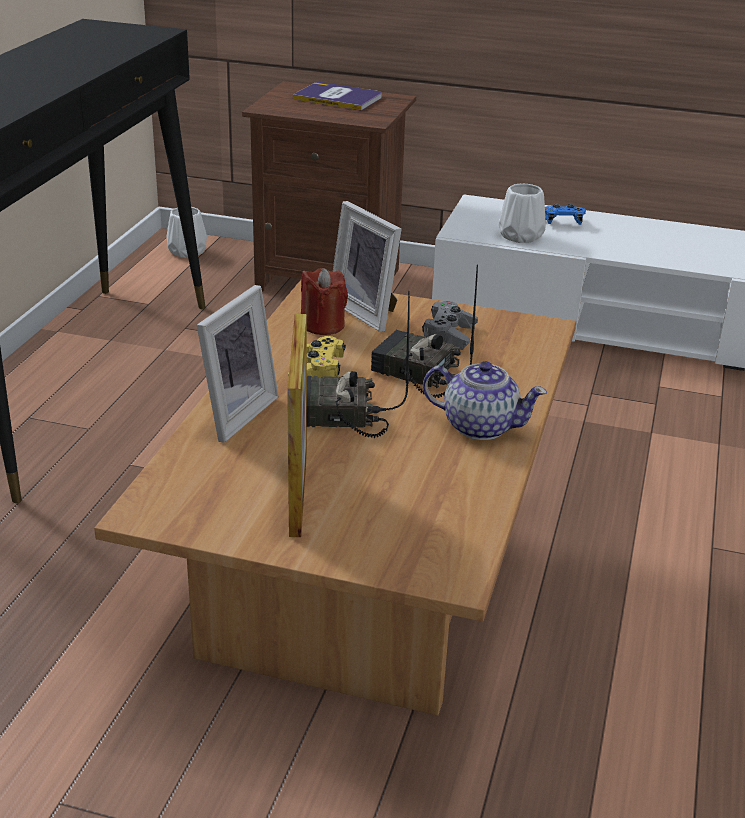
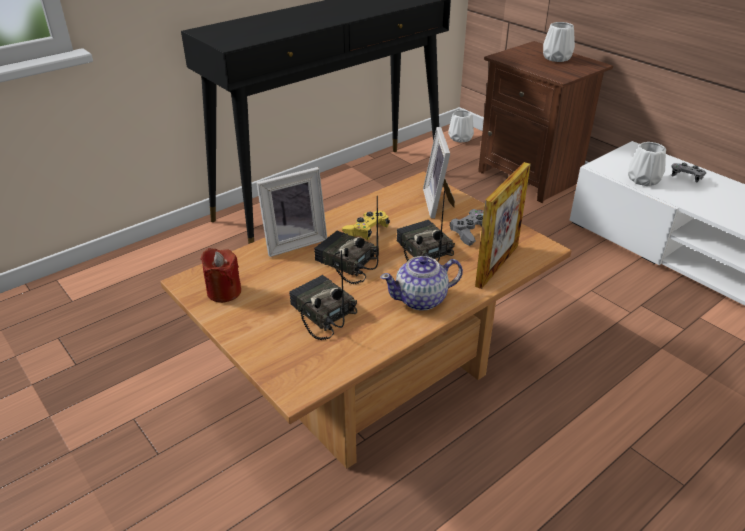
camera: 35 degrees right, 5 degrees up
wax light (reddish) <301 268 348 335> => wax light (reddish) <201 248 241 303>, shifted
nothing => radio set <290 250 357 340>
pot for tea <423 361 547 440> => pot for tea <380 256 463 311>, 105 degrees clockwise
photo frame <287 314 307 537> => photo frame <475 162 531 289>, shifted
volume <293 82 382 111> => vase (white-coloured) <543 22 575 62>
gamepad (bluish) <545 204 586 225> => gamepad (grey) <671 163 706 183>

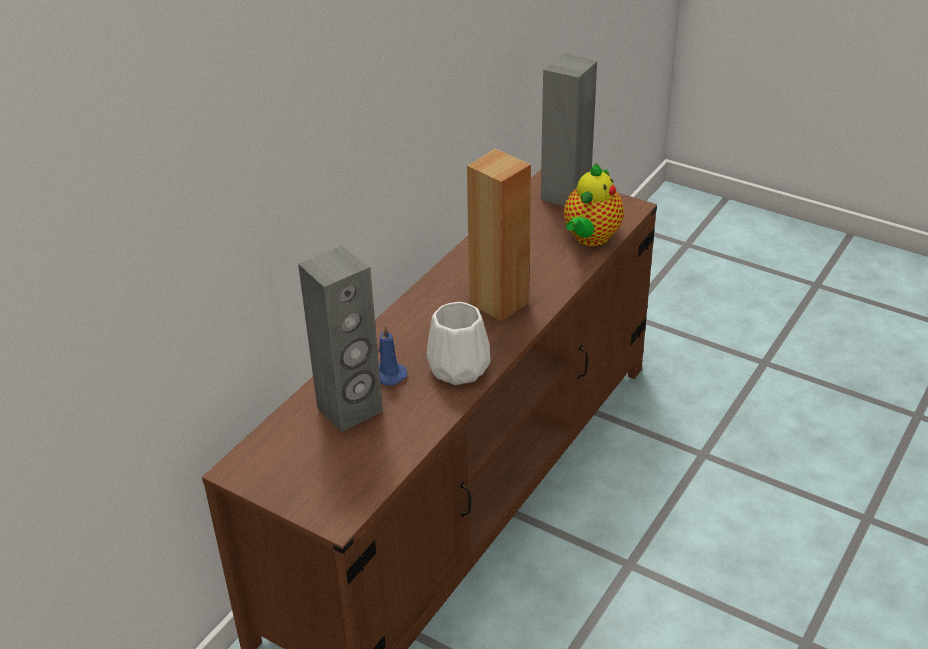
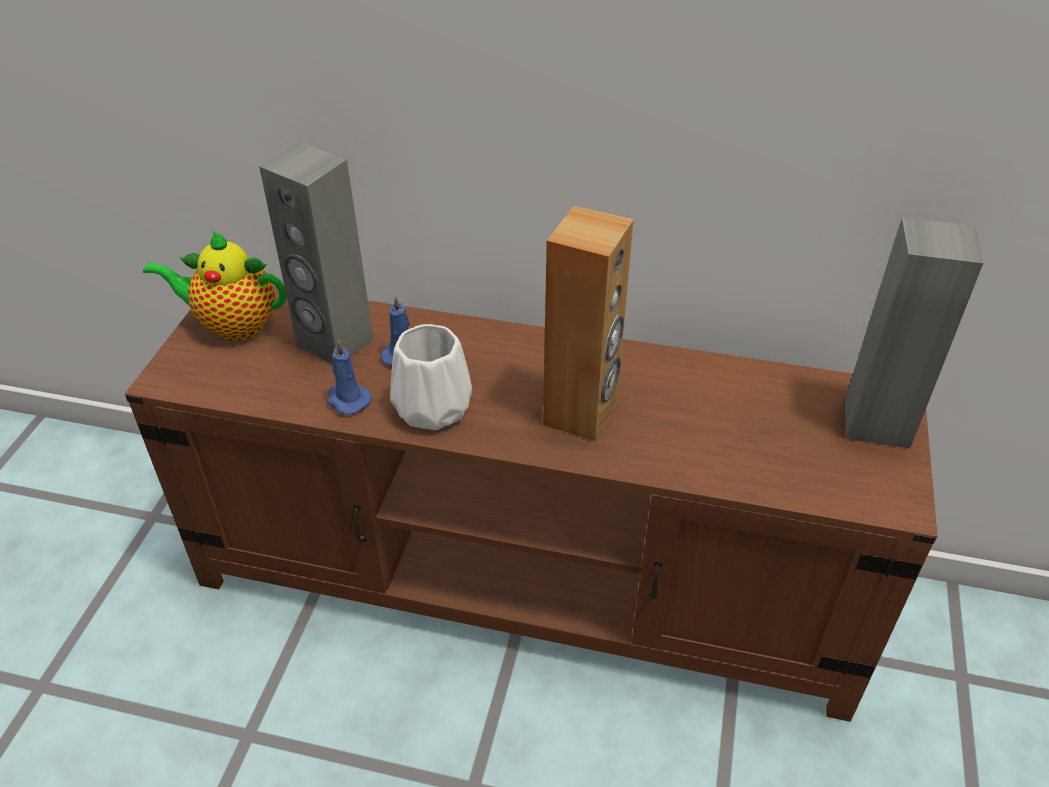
camera: 70 degrees right, 5 degrees up
pot for tea <564 163 624 246> => pot for tea <143 230 286 341>, shifted
nothing => wax light (bluish) <327 339 372 415>

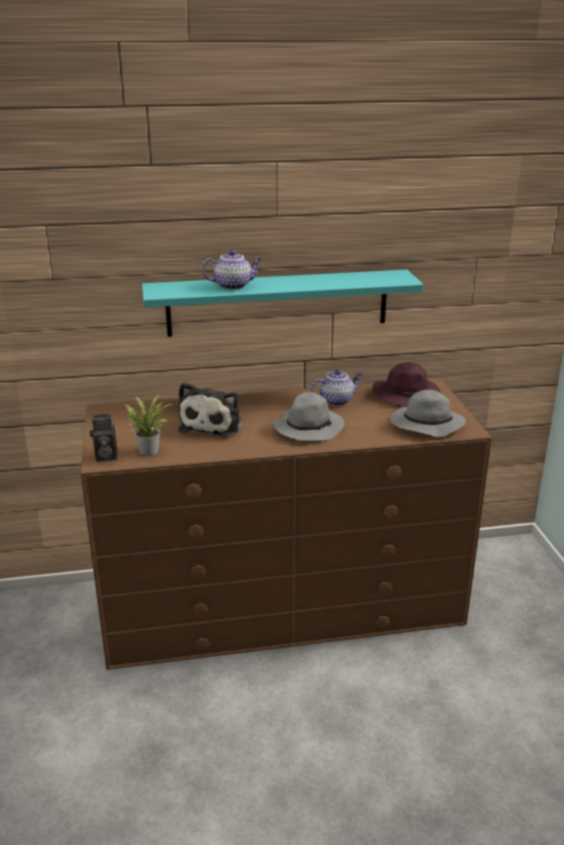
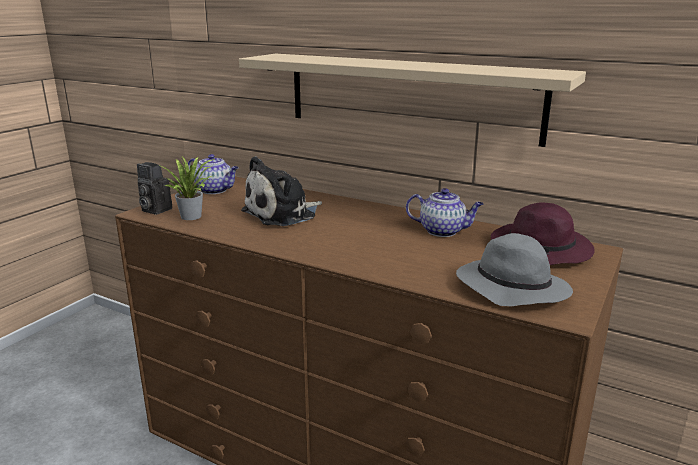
camera: 40 degrees right, 5 degrees down
pot for tea <202 250 263 290> => pot for tea <188 154 239 194>, shifted
bracket shelf (turquoise-coloured) <142 270 424 337> => bracket shelf (beige) <239 54 586 147>
wearable hat (grey) <273 392 344 441> => nothing

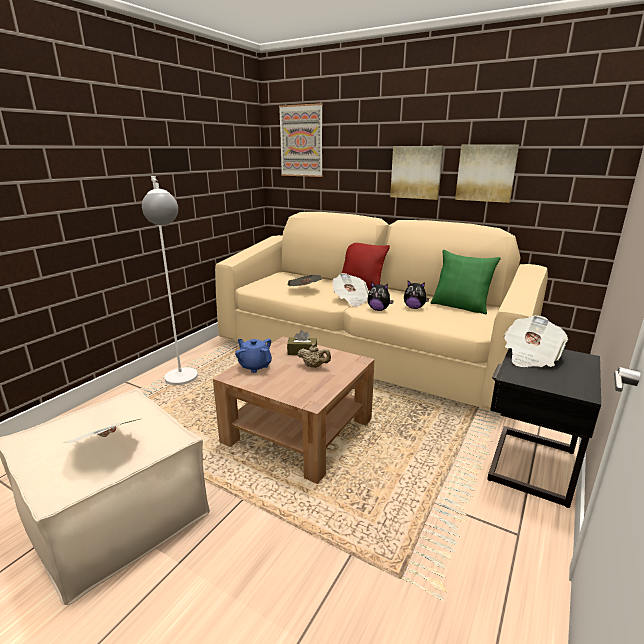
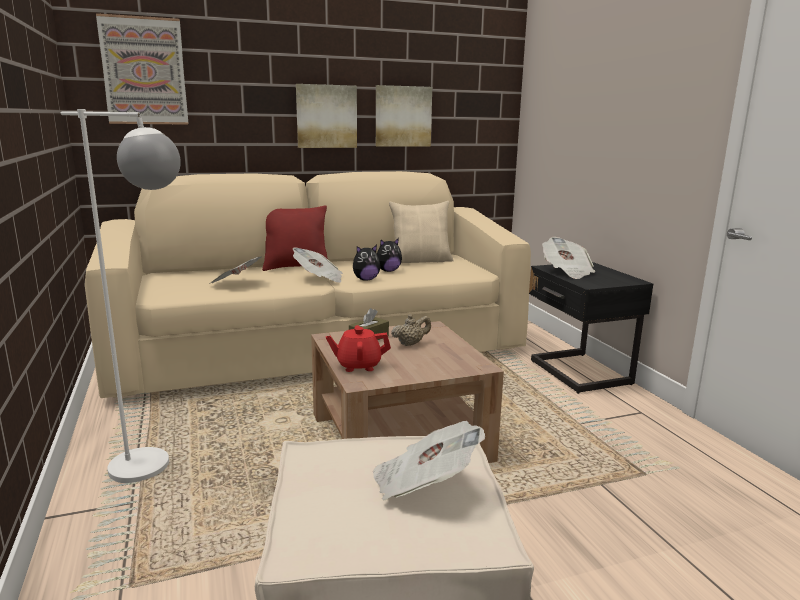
camera: 50 degrees left, 5 degrees down
pot for tea (bluish) <235 338 272 373> => pot for tea (reddish) <326 325 391 372>
cushion (greenish) <431 250 501 314> => cushion (beige) <389 201 454 263>

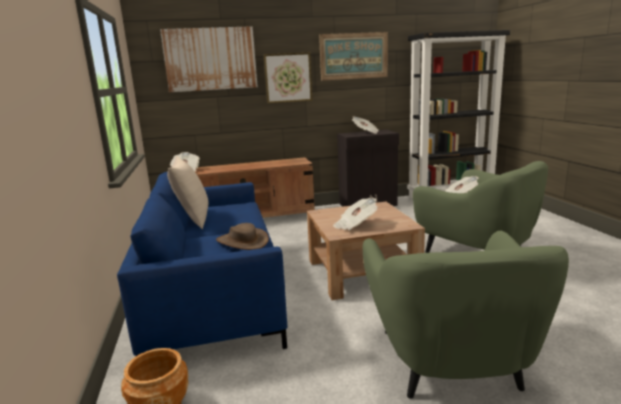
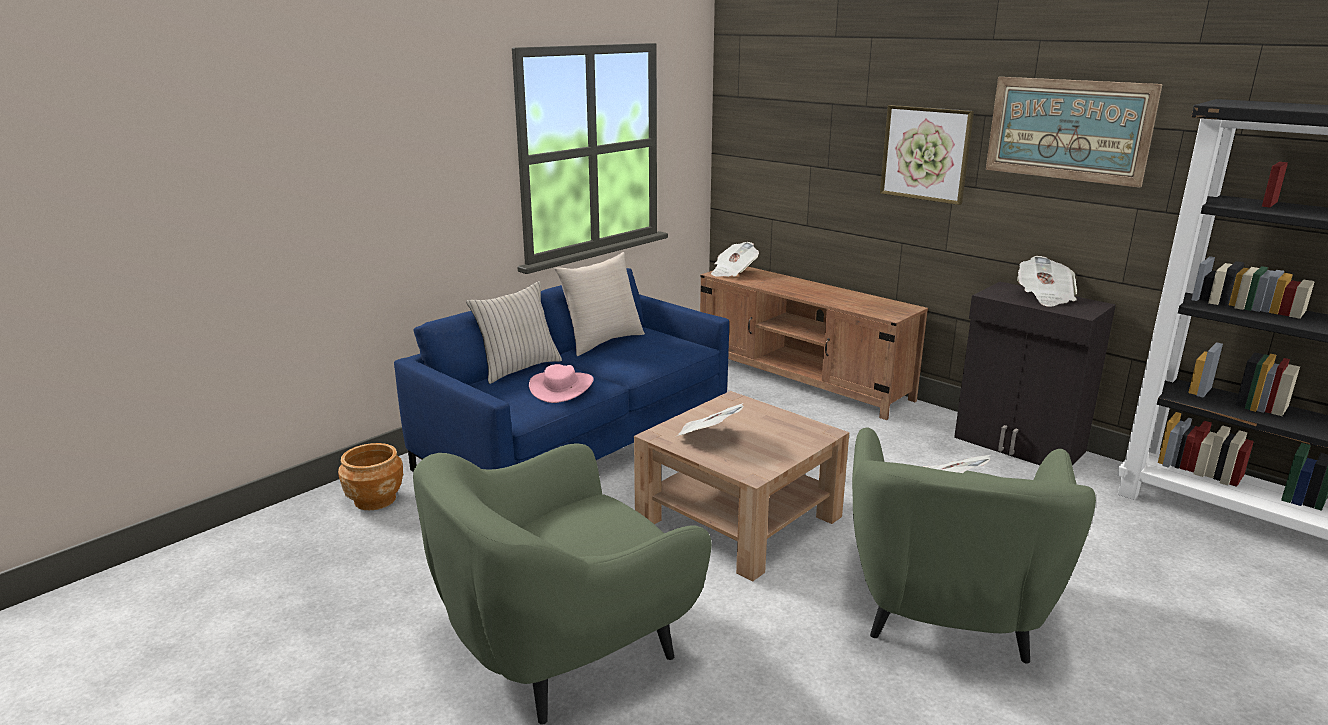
camera: 55 degrees right, 5 degrees up
nothing => cushion (beige) <466 281 562 384>
wearable hat (brownish) <216 223 269 250> => wearable hat (pinkish) <529 364 594 403>
wall art <160 26 258 92> => nothing

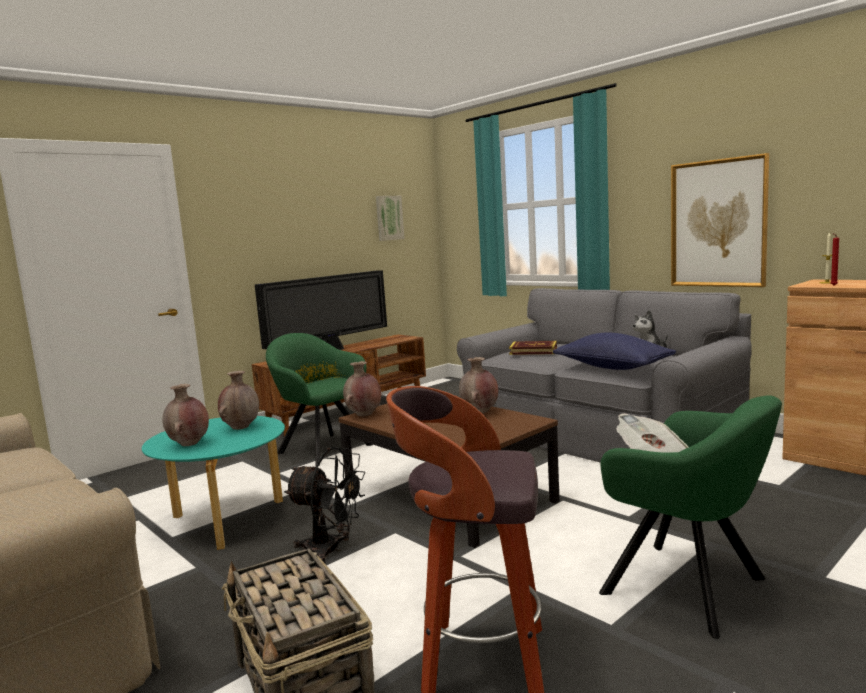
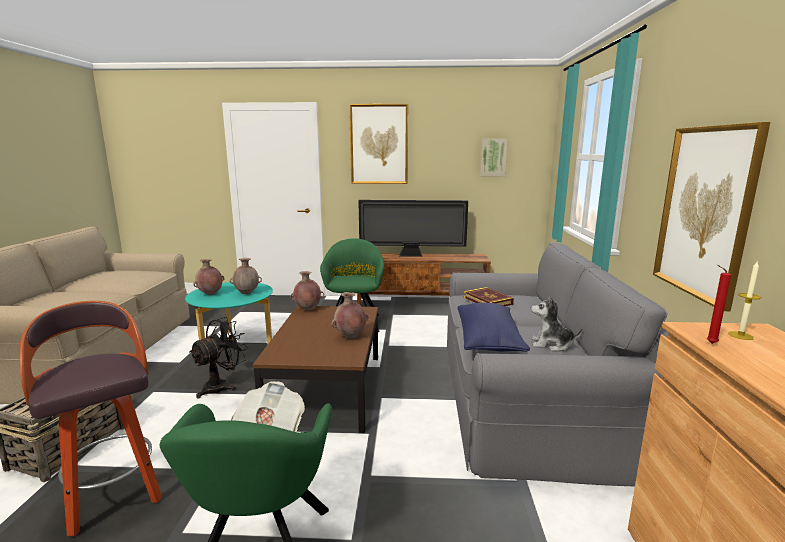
camera: 45 degrees right, 5 degrees up
fan (black) <284 447 366 563> => fan (black) <189 317 248 398>, 120 degrees counterclockwise
nothing => wall art <349 104 408 184>

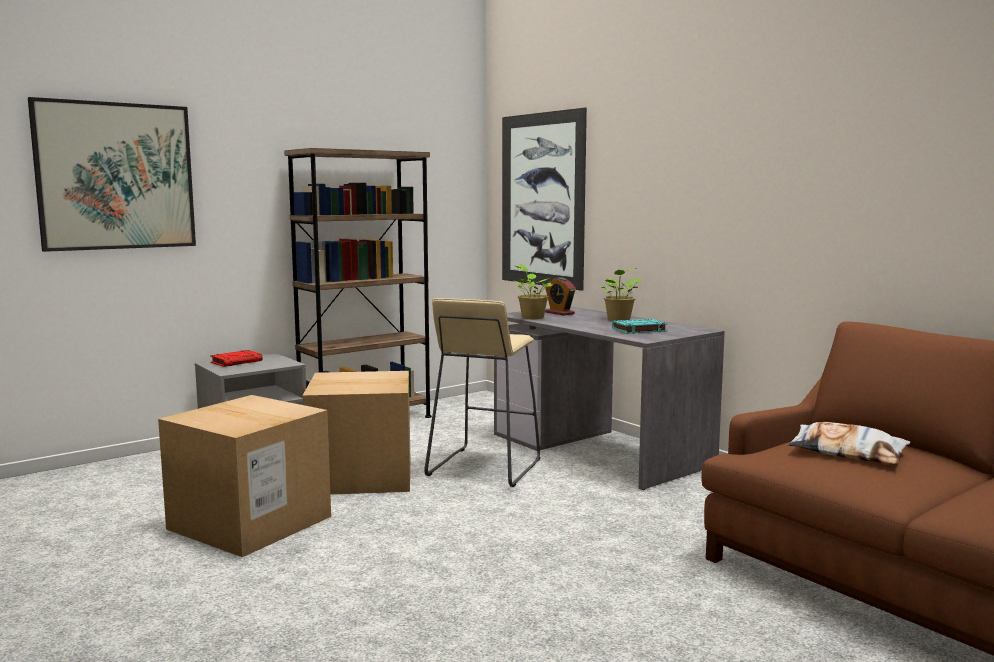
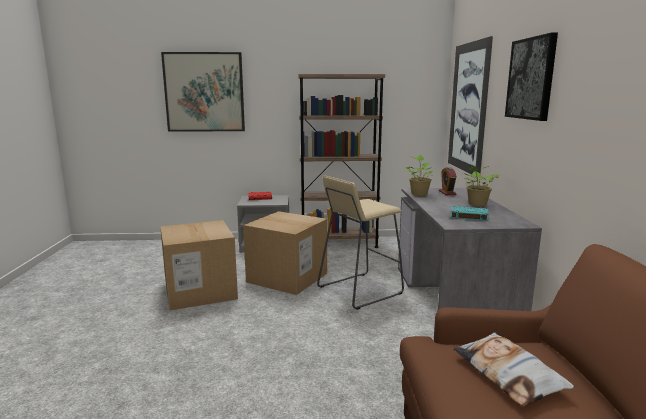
camera: 35 degrees right, 5 degrees up
nothing => wall art <505 32 558 121>

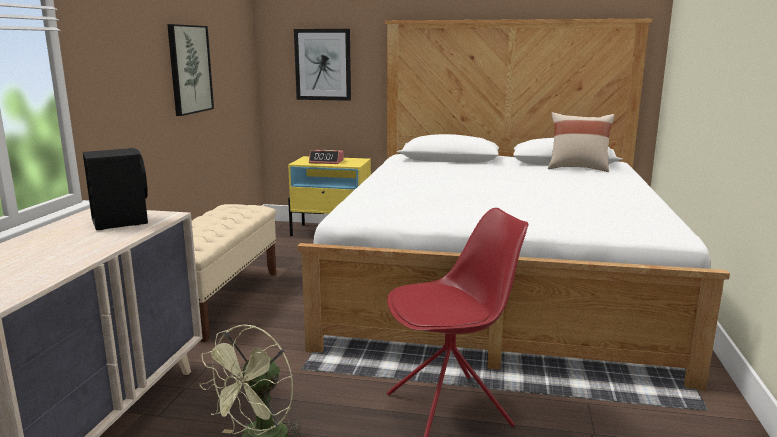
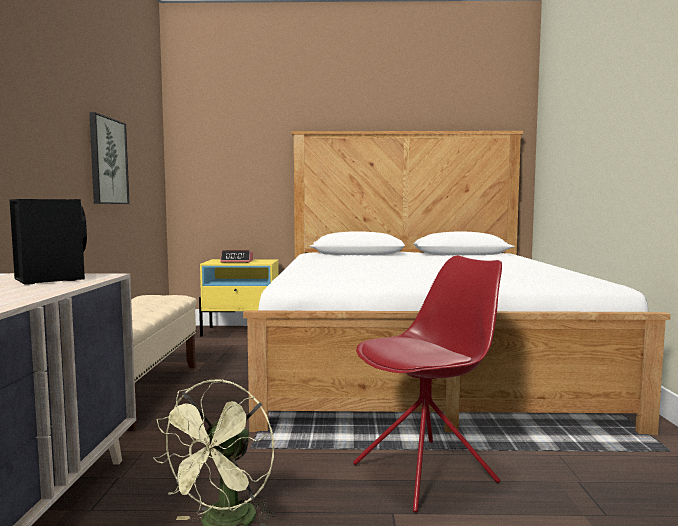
camera: 10 degrees left, 10 degrees down
wall art <294 29 351 101> => nothing
cushion (beige) <548 112 615 172> => nothing

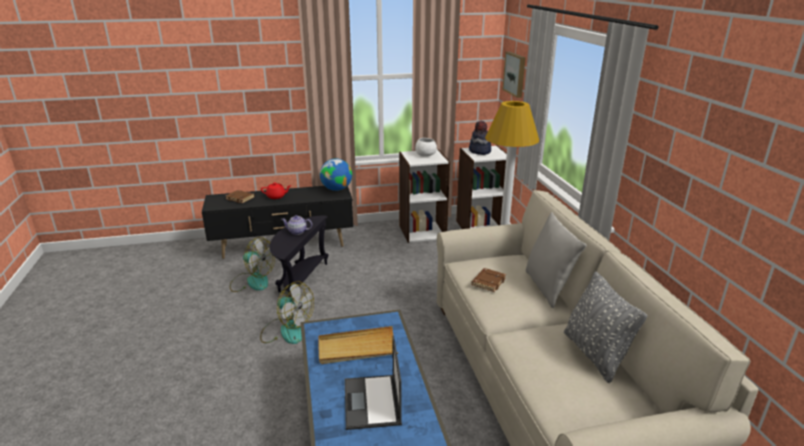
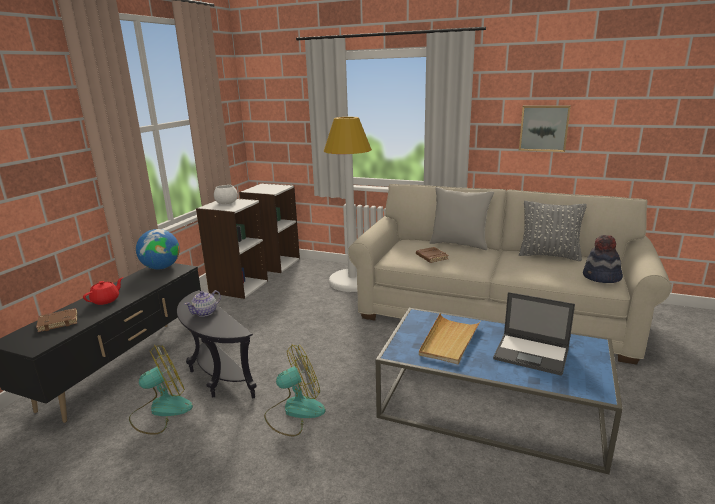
camera: 55 degrees left, 5 degrees down
wall art <502 52 526 98> => wall art <519 106 571 152>, shifted
wearable hat <469 121 491 155> => wearable hat <583 235 623 283>, shifted

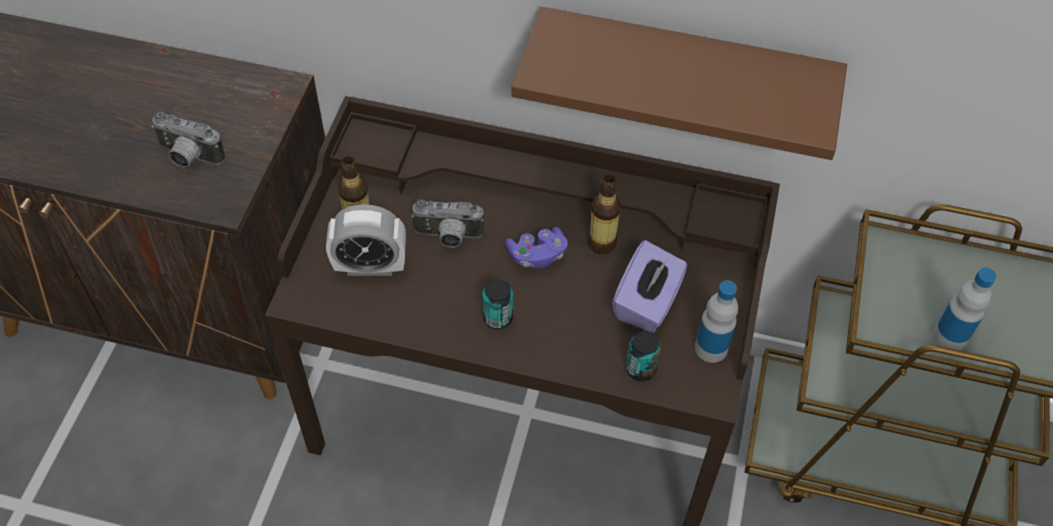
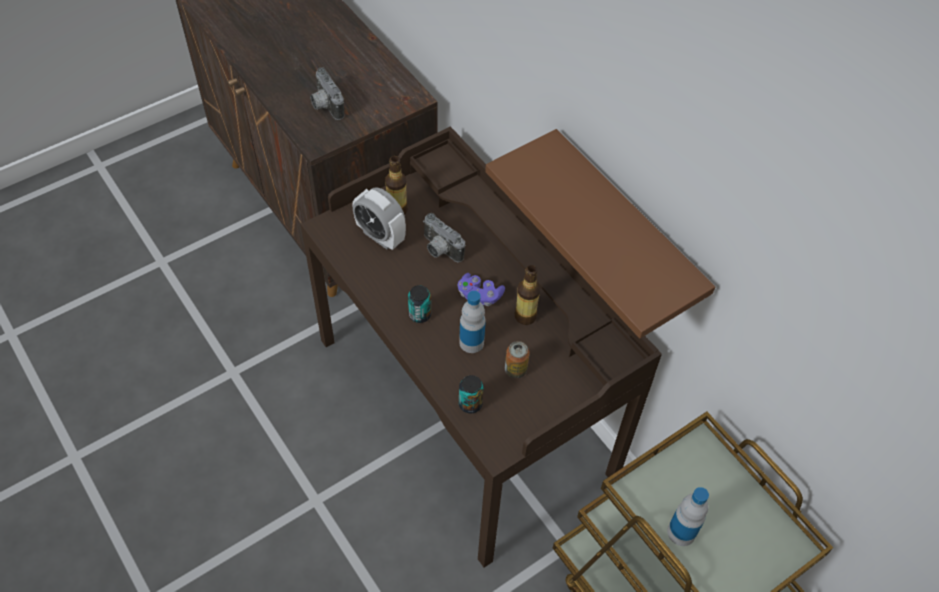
camera: 40 degrees right, 0 degrees up
drink bottle <695 280 738 363> => drink bottle <459 291 486 353>, shifted
box of tissues (purple-coloured) <612 240 687 332> => can <505 341 530 378>

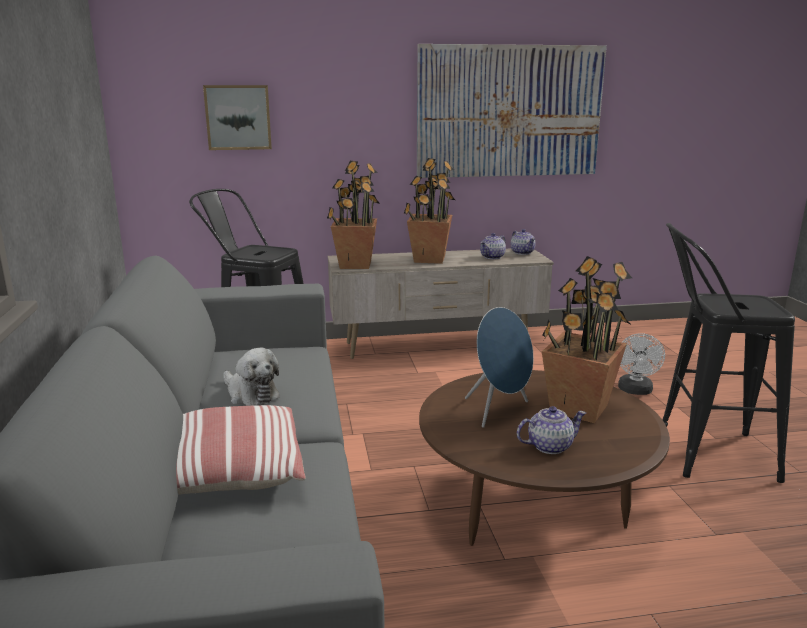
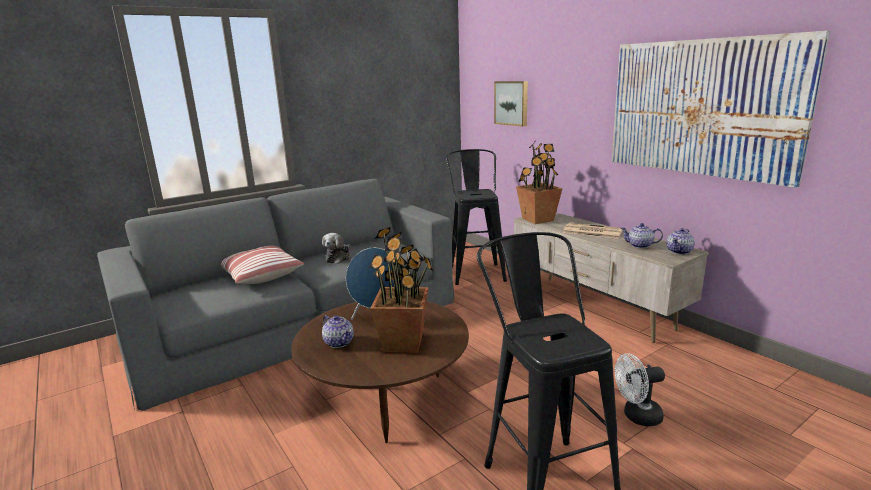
camera: 65 degrees right, 0 degrees up
potted plant <404 158 455 264> => daily paper <563 223 622 239>

